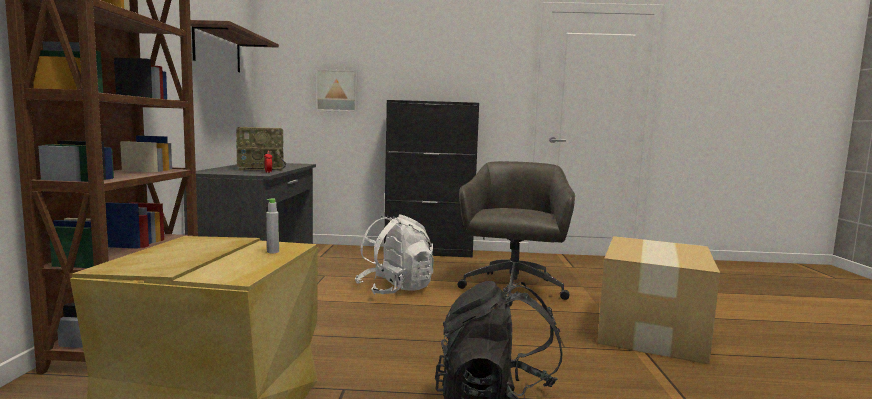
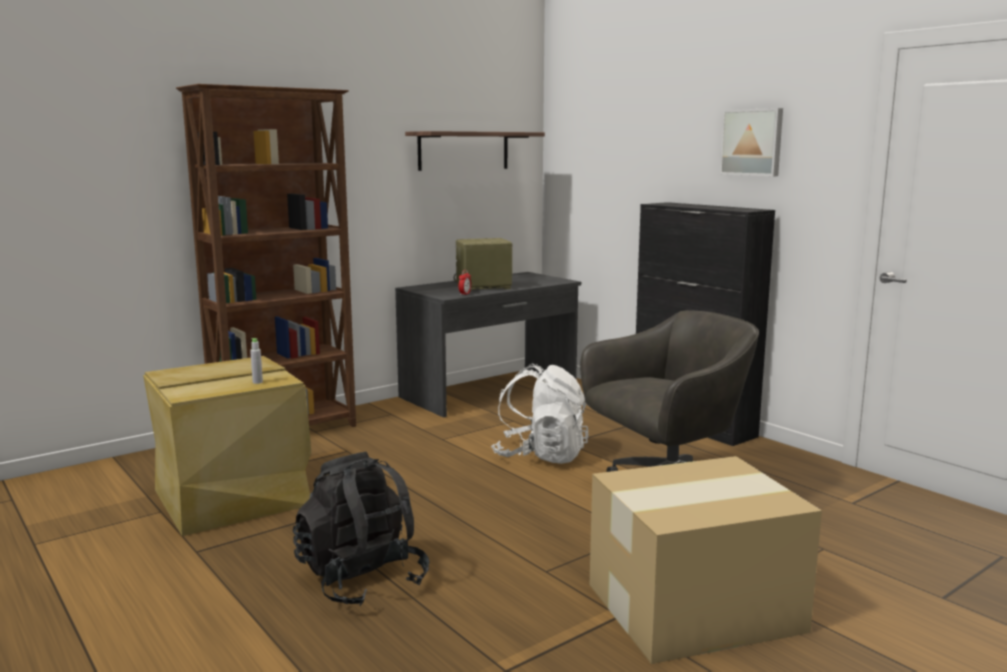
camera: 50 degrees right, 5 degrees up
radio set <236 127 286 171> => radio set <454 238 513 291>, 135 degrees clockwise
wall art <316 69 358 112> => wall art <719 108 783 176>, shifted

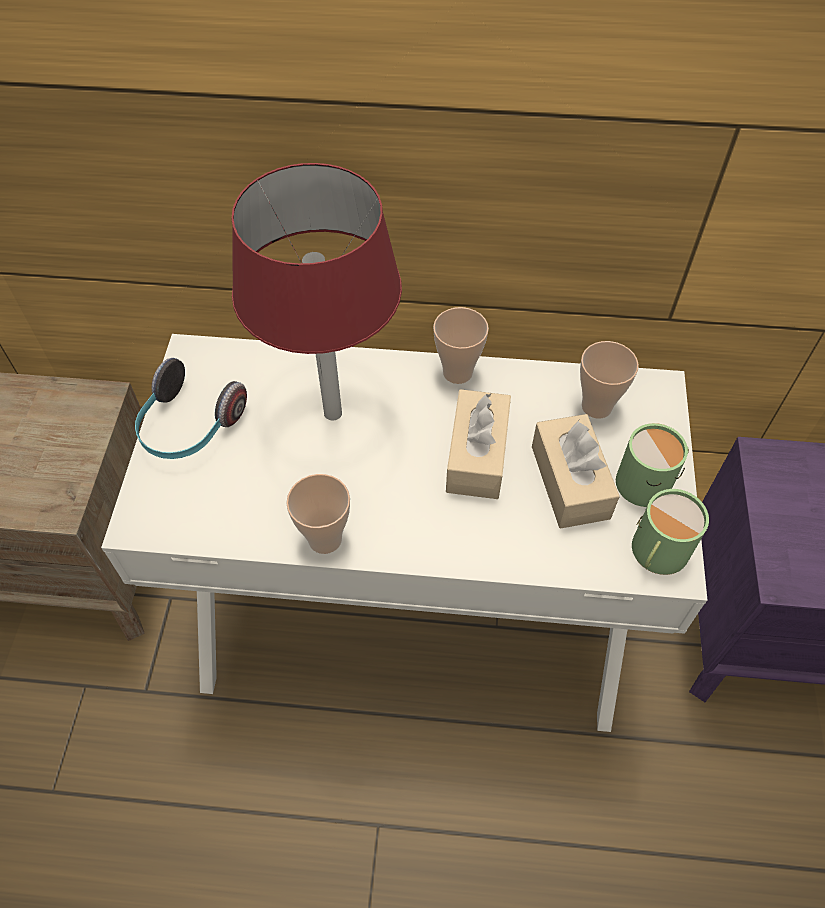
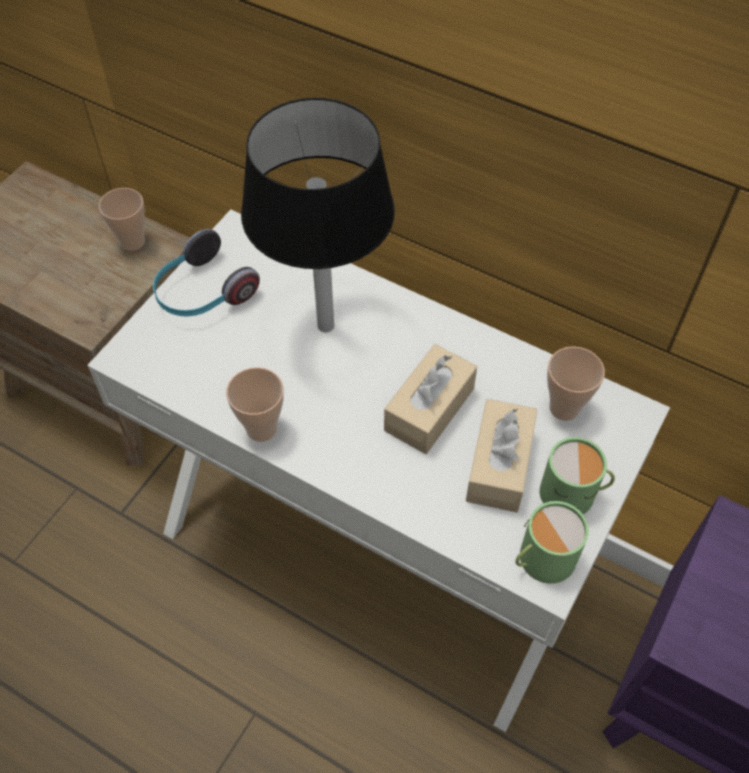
camera: 25 degrees right, 0 degrees up
cup <433 307 489 384> => cup <99 188 145 251>, shifted
tabletop lamp (reddish) <232 163 402 420> => tabletop lamp (black) <241 98 395 332>

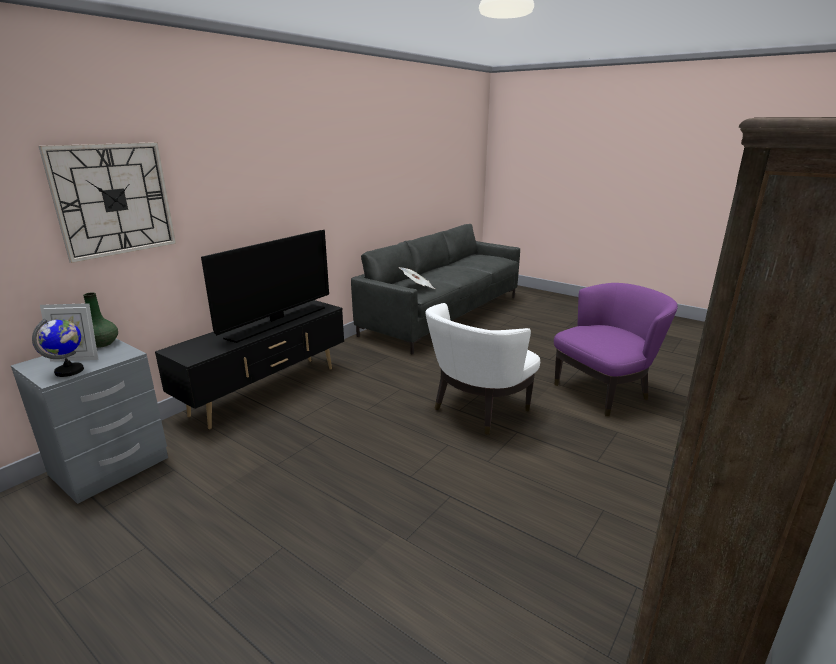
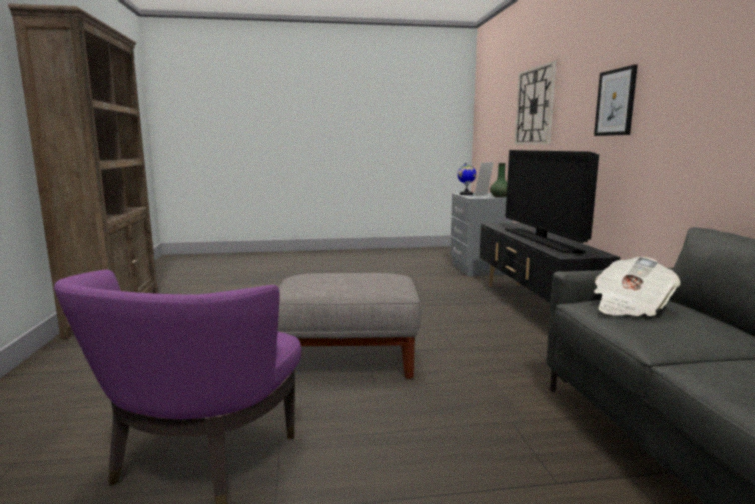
camera: 135 degrees right, 10 degrees down
armchair (white-coloured) <425 303 540 435> => pouffe (grey) <278 273 421 379>
nothing => wall art <594 65 638 136>

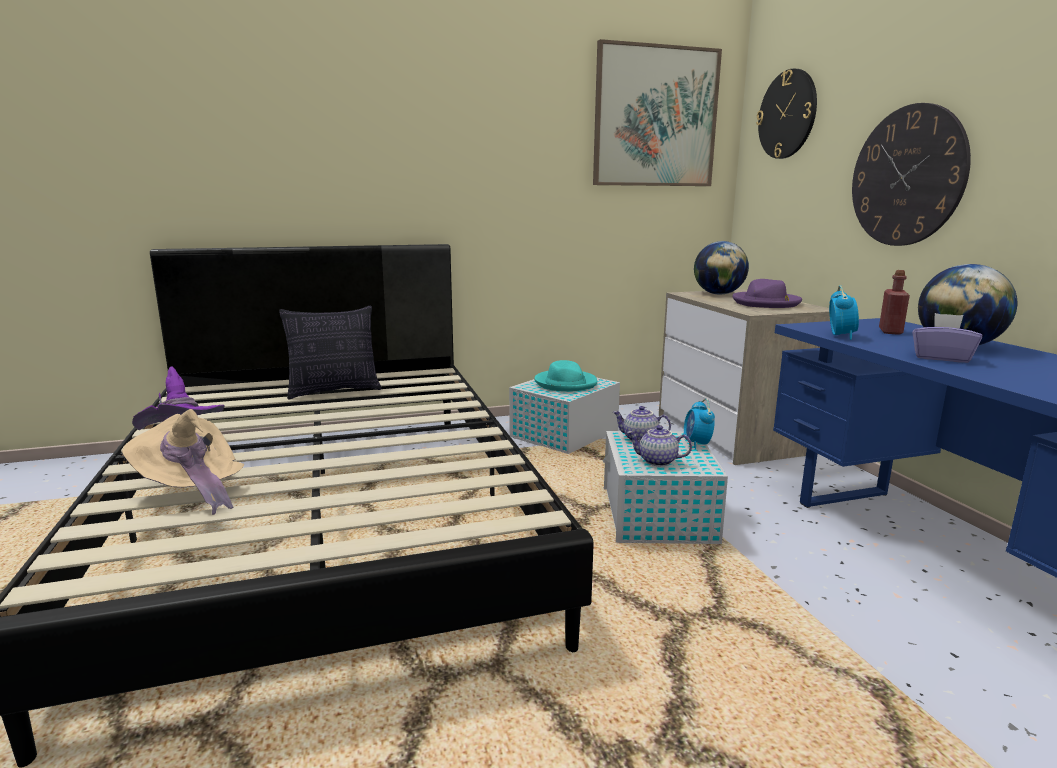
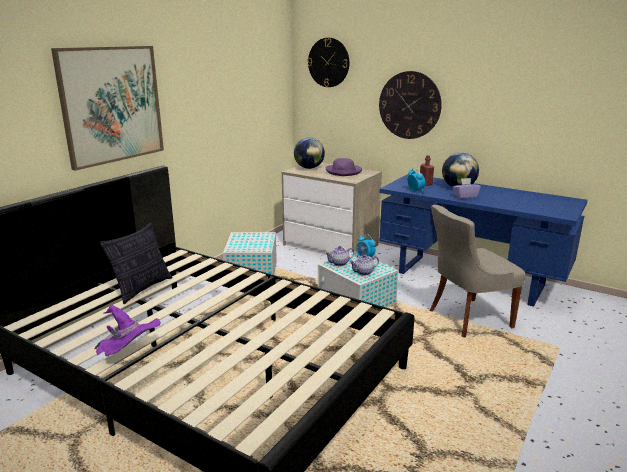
camera: 40 degrees left, 5 degrees up
wall art <593 39 722 186> => wall art <51 46 164 171>, shifted
nothing => chair (grey) <429 205 526 338>
wearable hat (beige) <122 409 245 515> => nothing
wearable hat (turquoise-coloured) <534 360 597 392> => nothing

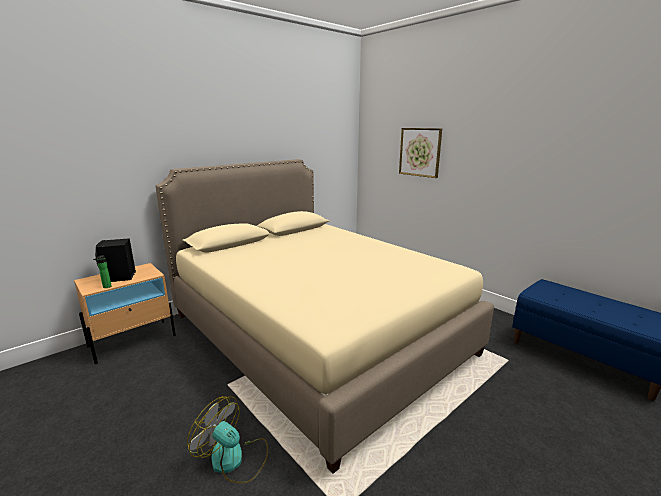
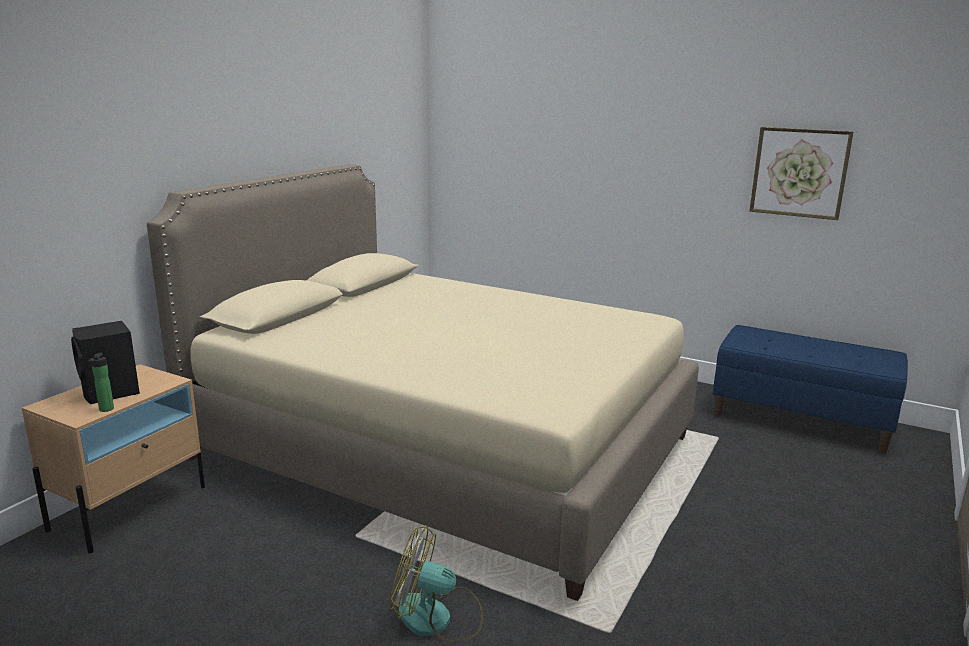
camera: 20 degrees left, 0 degrees up
wall art <399 128 442 178> => wall art <749 127 854 220>, shifted

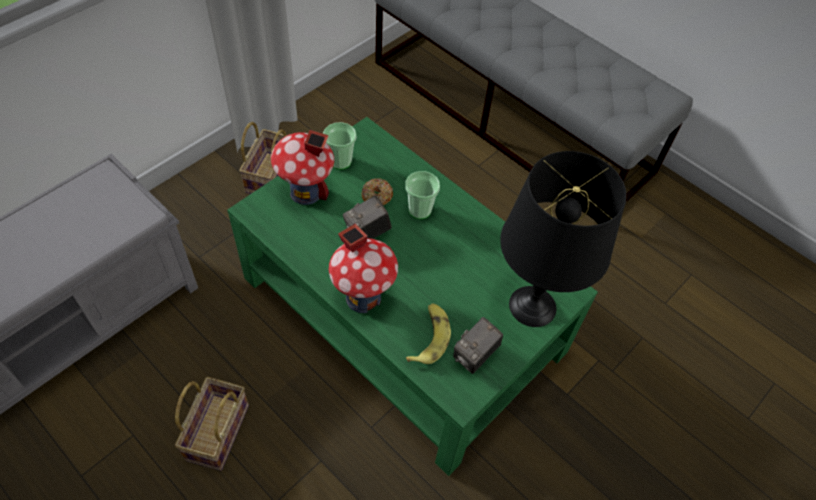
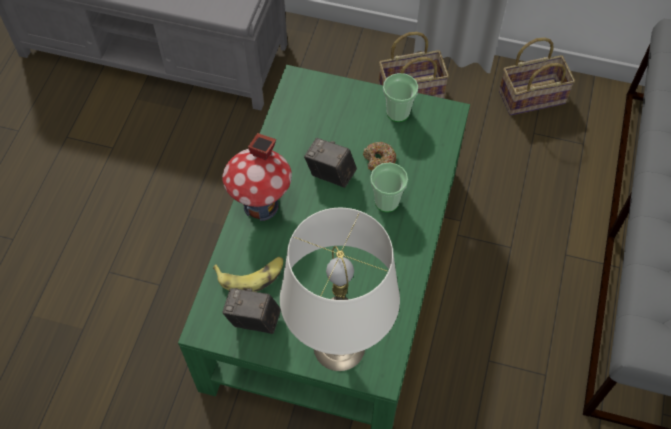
camera: 65 degrees right, 5 degrees up
tabletop lamp (black) <500 151 626 327> => tabletop lamp (white-coloured) <280 208 400 371>
household basket <175 377 249 471> => household basket <499 37 575 116>, shifted
miniature house <271 130 334 205> => nothing

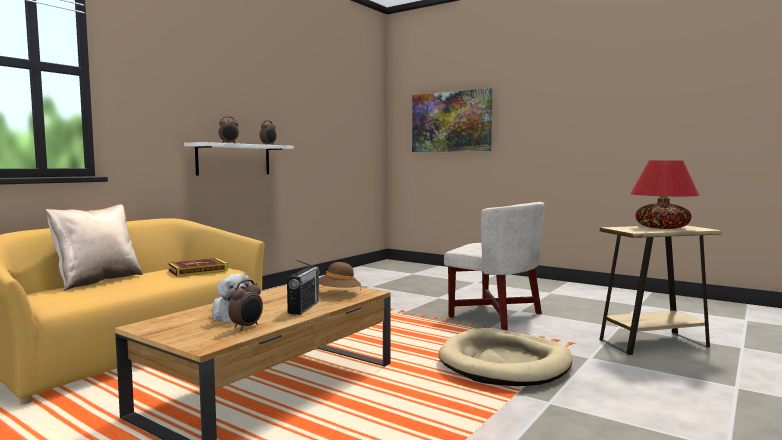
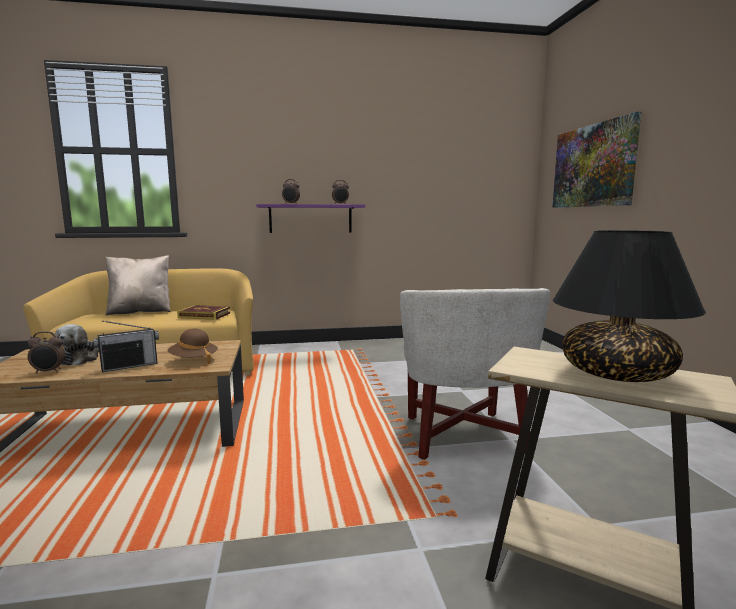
camera: 45 degrees right, 5 degrees up
bracket shelf (white-coloured) <184 142 294 176> => bracket shelf (purple-coloured) <256 204 365 233>
tabletop lamp (reddish) <630 160 700 229> => tabletop lamp (black) <553 230 706 382>
dog cushion (beige) <438 328 572 386> => nothing

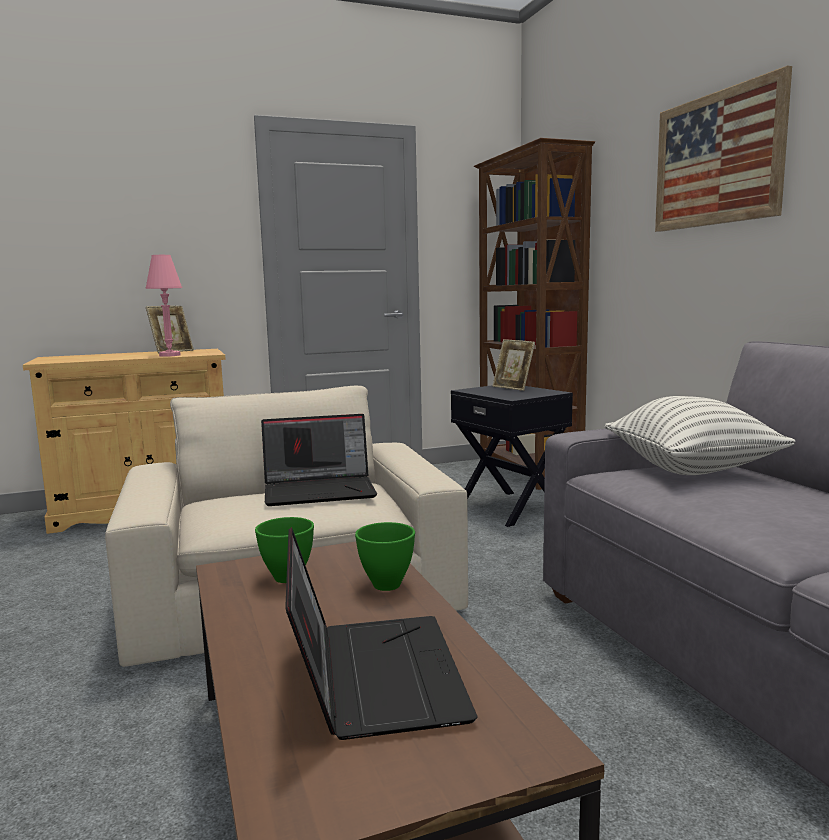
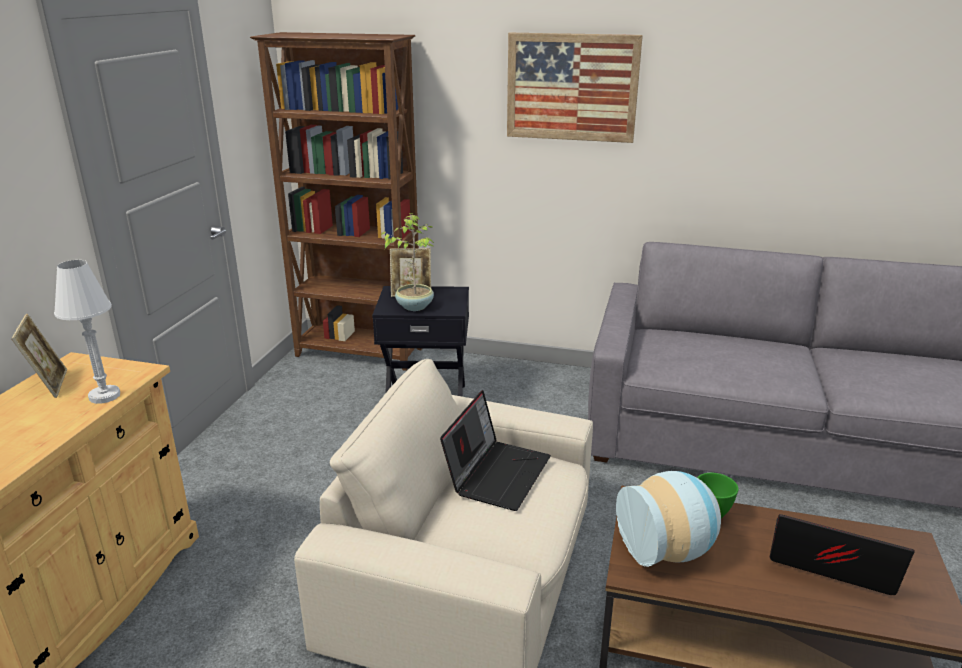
camera: 55 degrees left, 15 degrees up
tabletop lamp (pinkish) <145 255 182 357> => tabletop lamp (white-coloured) <54 260 120 404>
nothing => potted plant <380 213 434 311>
deep dish (greenish) <255 517 314 583> => vase <616 471 721 567>
cushion <605 396 795 475> => nothing

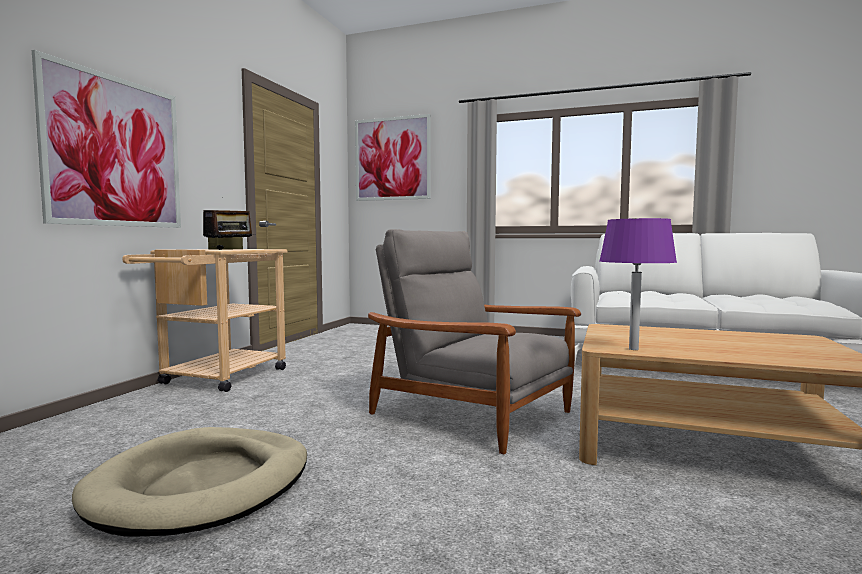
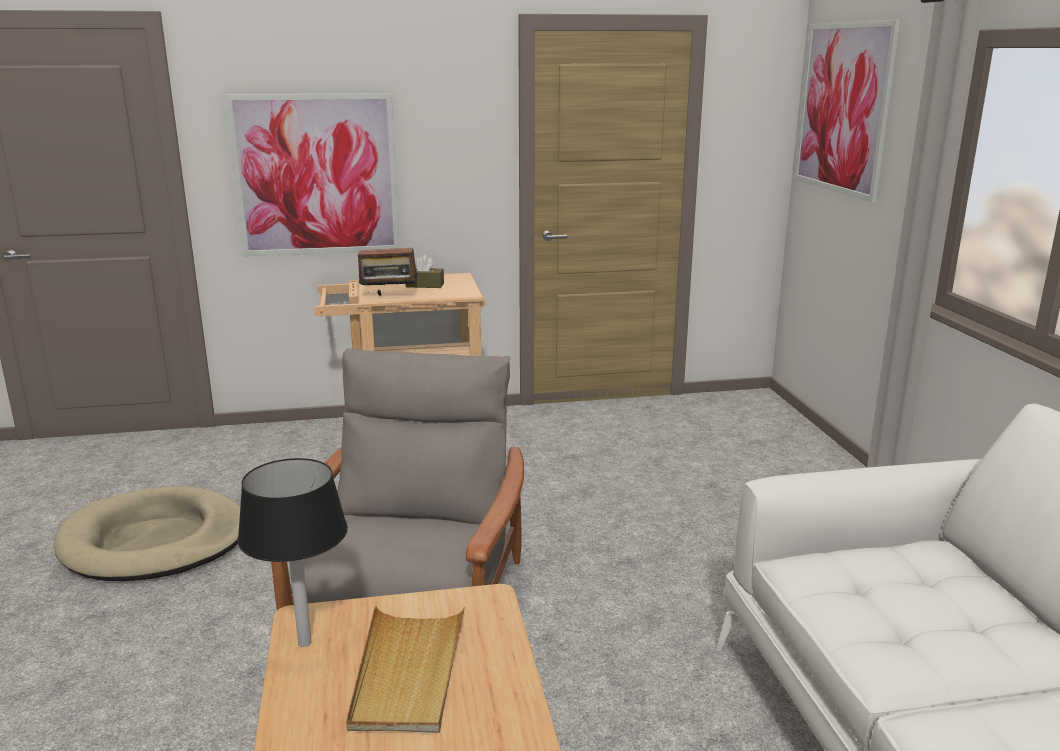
camera: 60 degrees right, 15 degrees up
tabletop lamp (purple-coloured) <599 218 677 350> => tabletop lamp (black) <238 458 348 647>
nothing => tray (beige) <346 605 465 733>

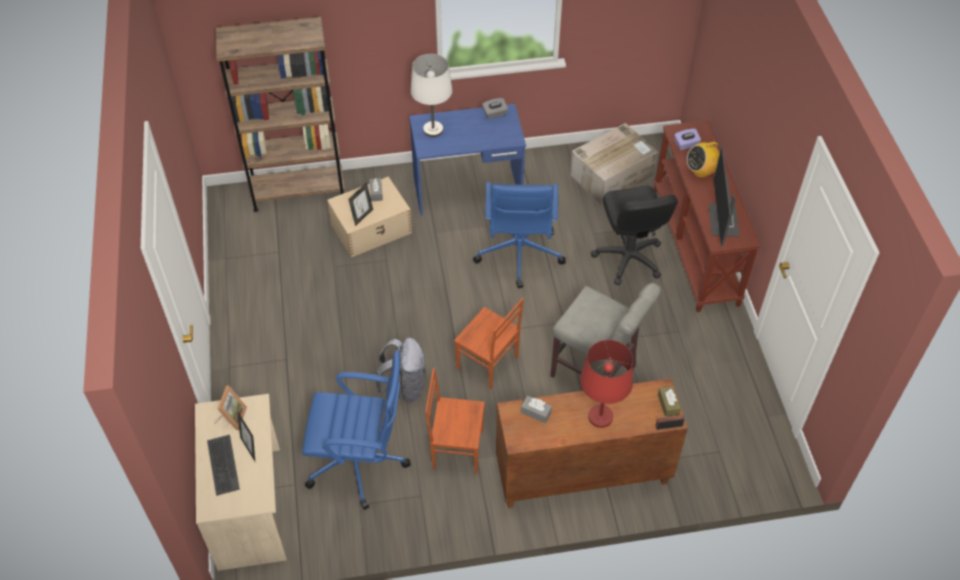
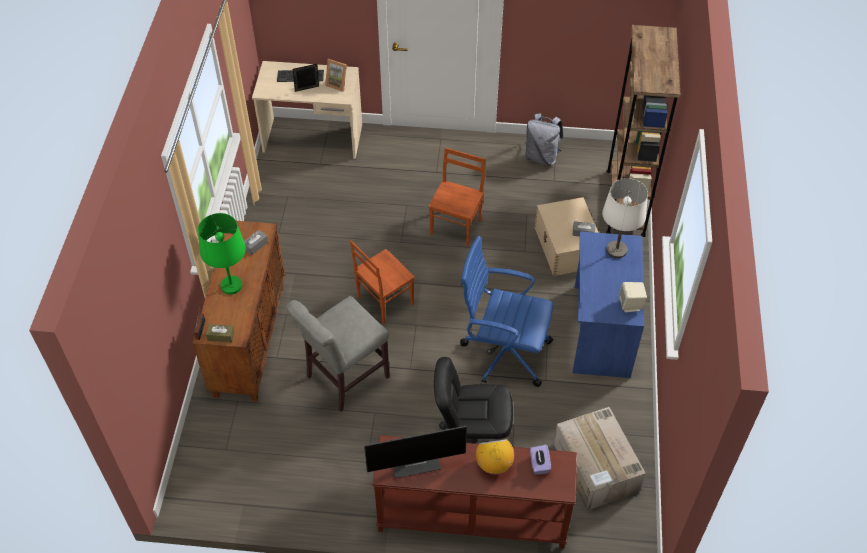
camera: 105 degrees right, 0 degrees up
tabletop lamp (reddish) <580 340 633 428> => tabletop lamp (greenish) <198 213 246 295>
computer screen <709 147 739 247> => computer screen <364 426 467 478>, 150 degrees clockwise
chair (brownish) <425 368 485 474> => chair (brownish) <429 147 485 246>, shifted
knapsack (grey) <376 338 425 403> => knapsack (grey) <525 113 563 165>, shifted
box of tissues (grey) <482 98 508 119> => audio speaker (beige) <619 282 647 313>
computer chair (bluish) <302 350 411 510> => nothing
photo frame <349 183 373 226> => nothing

